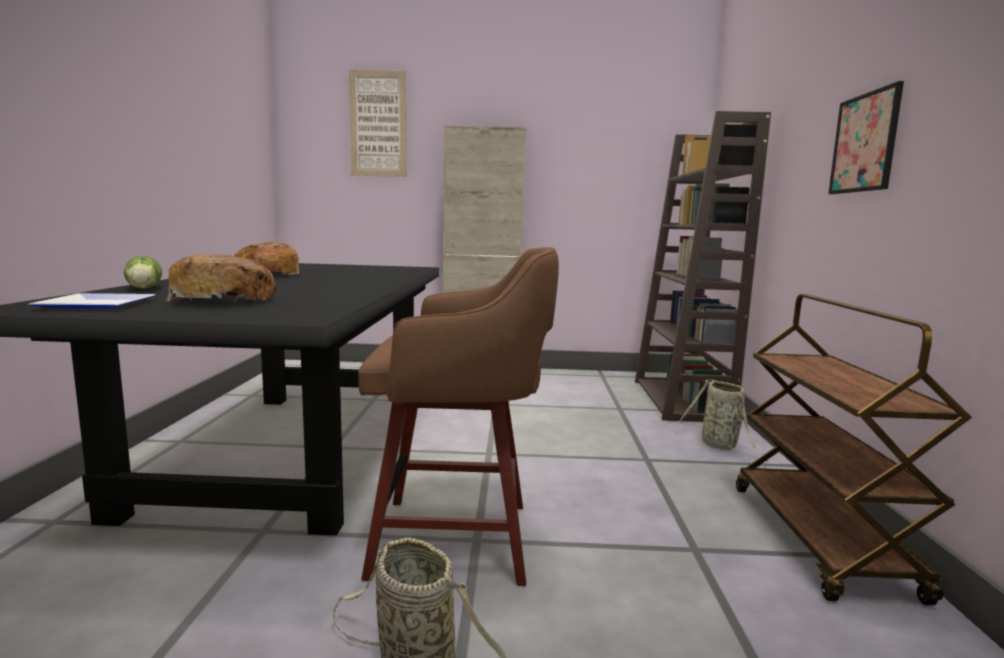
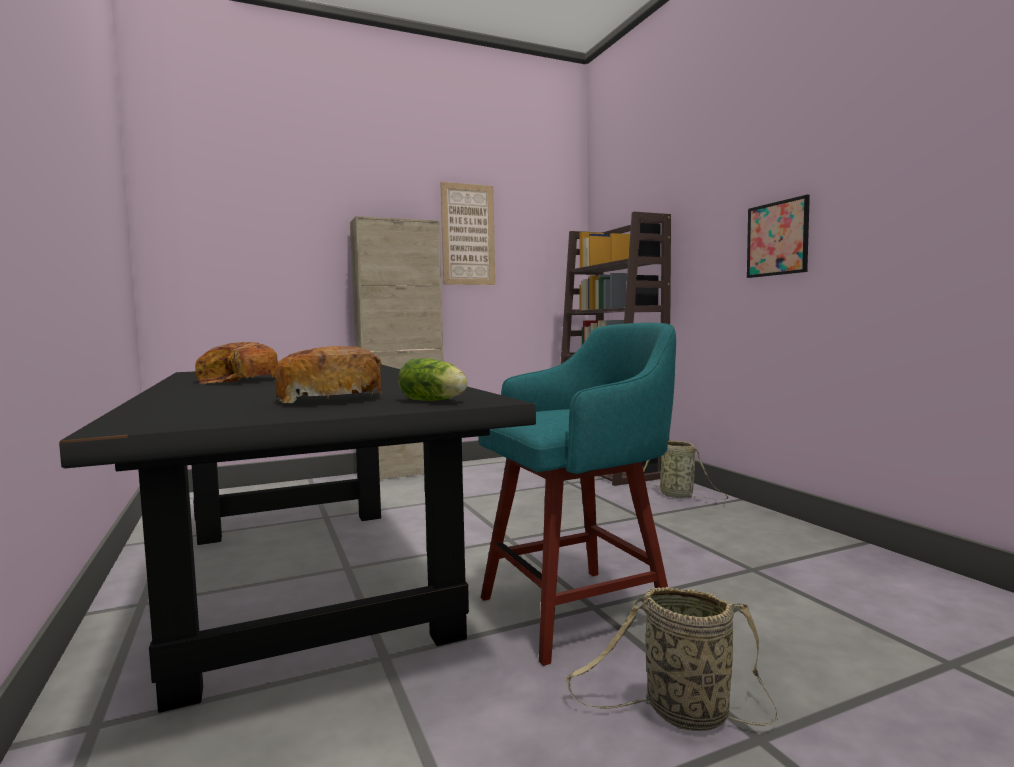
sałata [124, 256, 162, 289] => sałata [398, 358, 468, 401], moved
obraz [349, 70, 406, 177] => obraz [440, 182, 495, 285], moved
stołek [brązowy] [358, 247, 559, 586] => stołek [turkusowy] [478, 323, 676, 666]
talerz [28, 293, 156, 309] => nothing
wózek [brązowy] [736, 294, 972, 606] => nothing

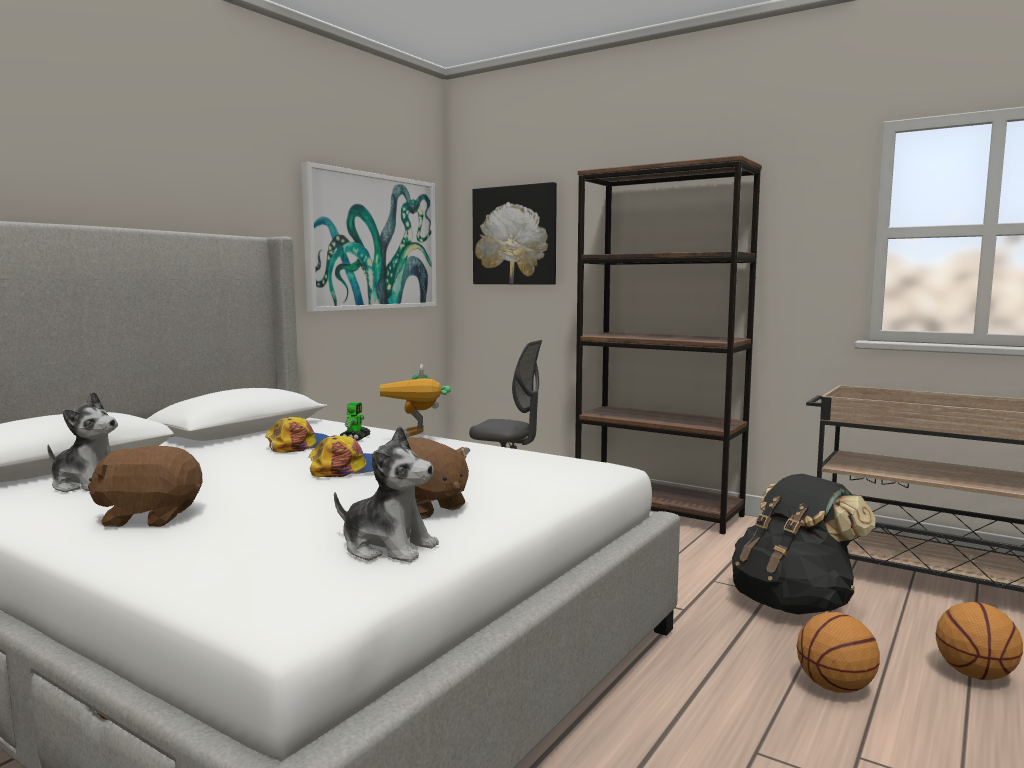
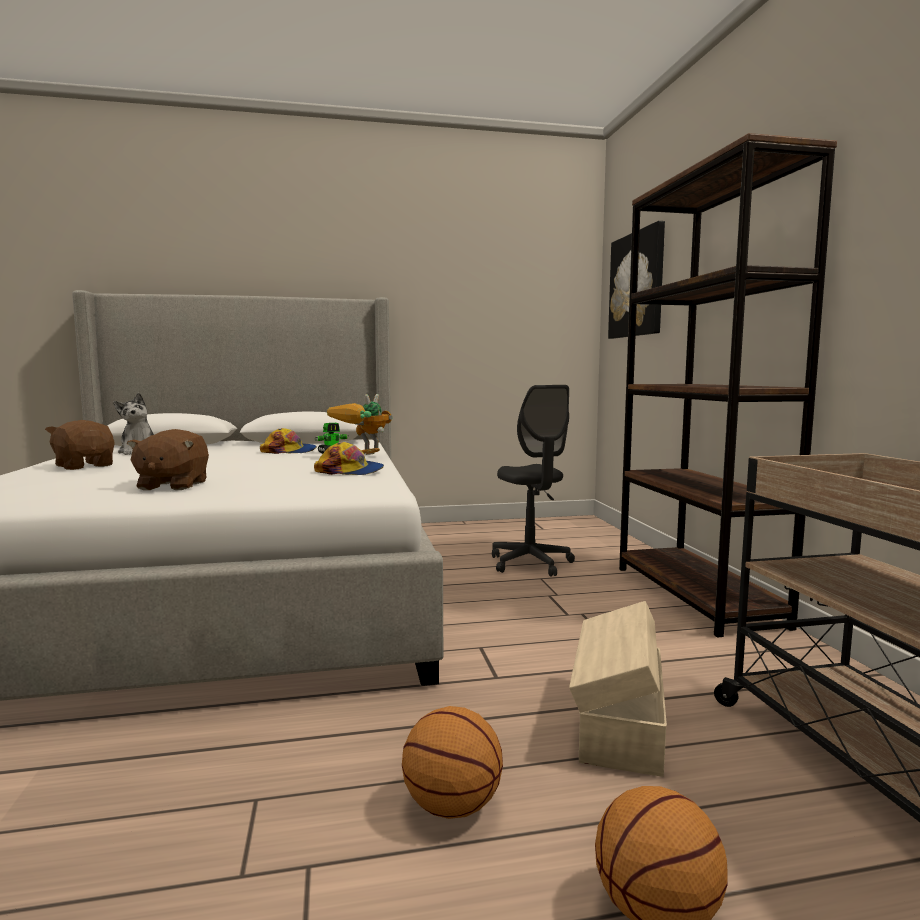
czapka z daszkiem [308, 435, 374, 477] => czapka z daszkiem [314, 442, 384, 475], moved
plecak [czarny] [732, 474, 875, 615] => pojemnik do przechowywania [beżowy] [569, 601, 667, 777]
obraz [301, 162, 437, 312] => nothing
pluszak [334, 426, 439, 562] => nothing

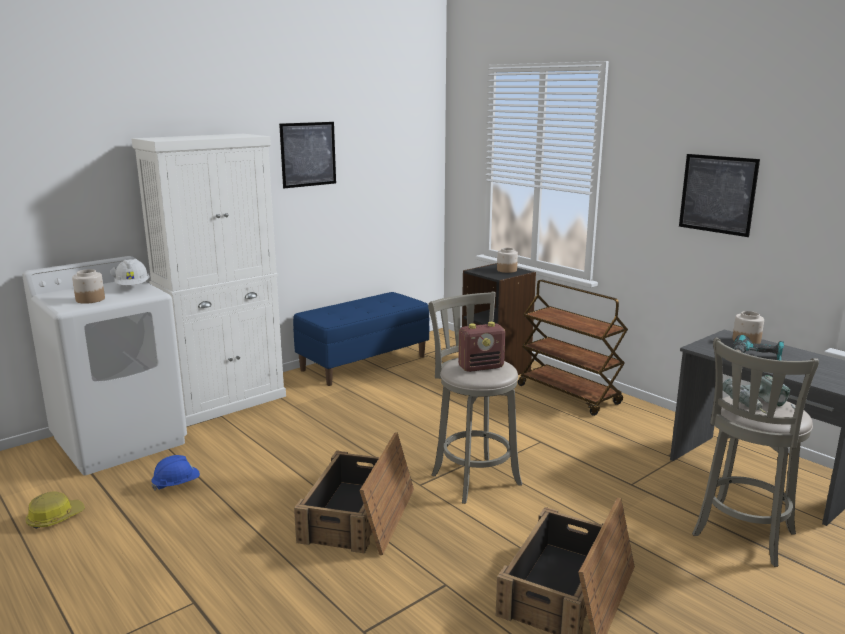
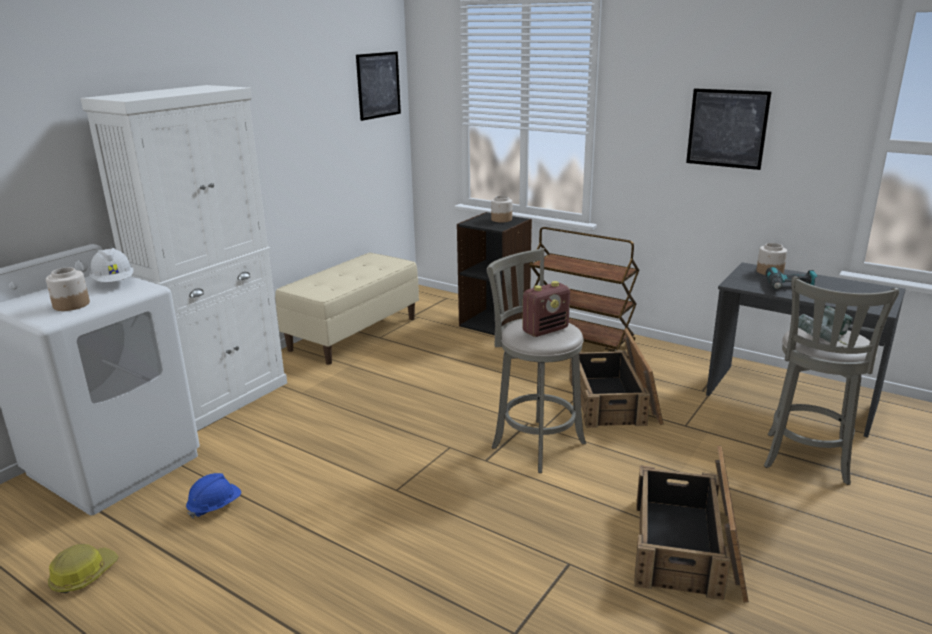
ławka [niebieski] [293, 292, 429, 386] => ławka [beżowy] [275, 253, 419, 365]
obraz [279, 122, 336, 188] => obraz [356, 52, 401, 121], moved
skrzynka [294, 433, 414, 555] => skrzynka [569, 328, 663, 428], moved

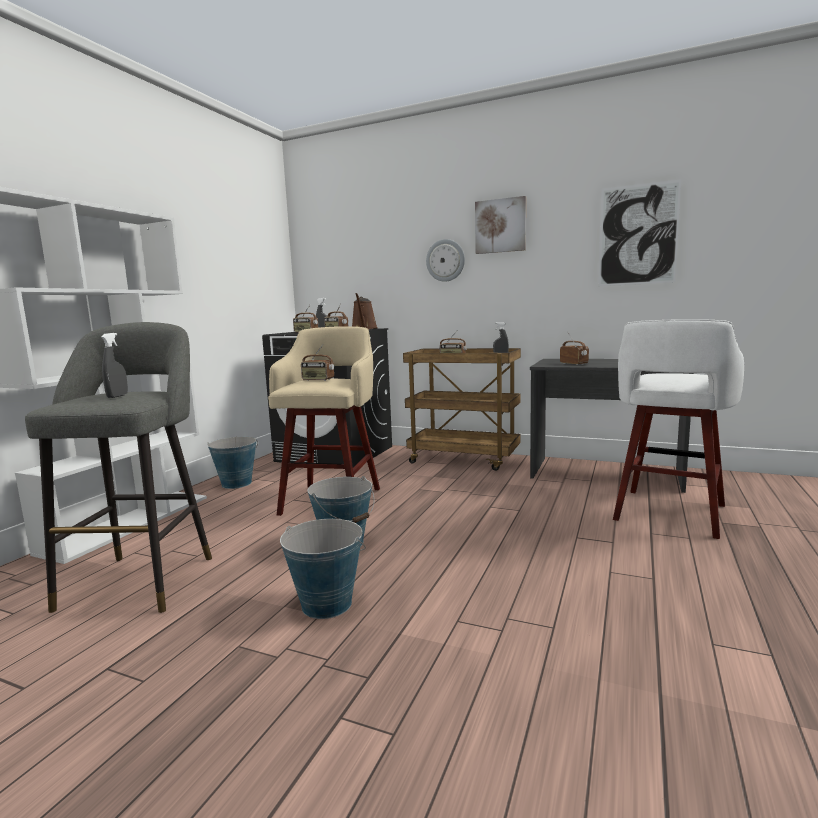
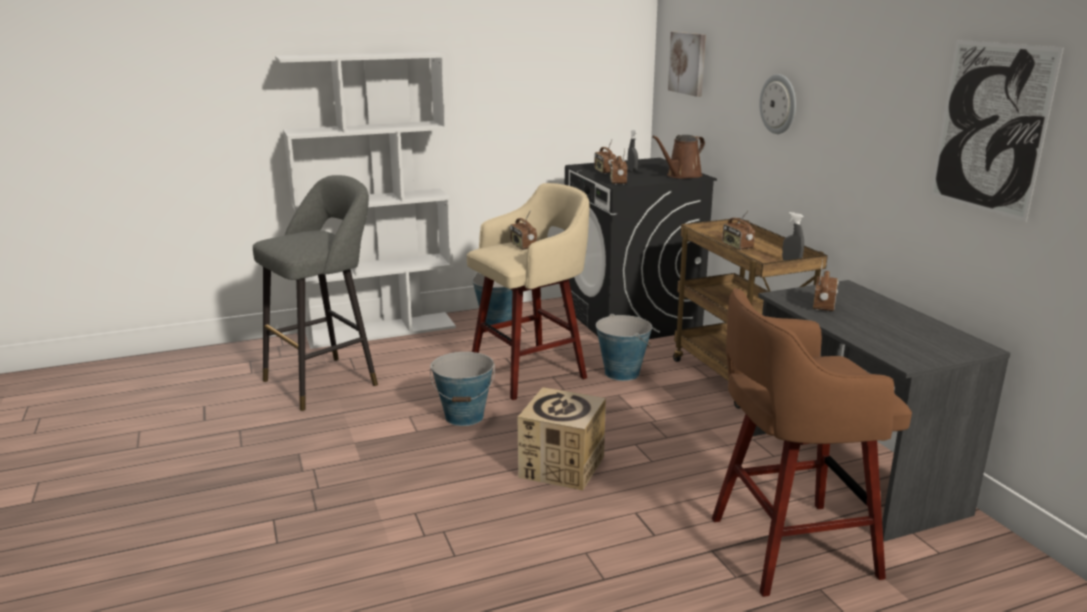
nothing => karton [518, 387, 606, 491]
wiadro [280, 519, 366, 619] => wiadro [596, 314, 652, 381], moved
obraz [475, 196, 526, 254] => obraz [668, 32, 706, 97], moved
stołek [biały] [613, 319, 744, 539] => stołek [brązowy] [712, 288, 912, 597]
spryskiwacz [szary] [101, 333, 128, 398] => nothing

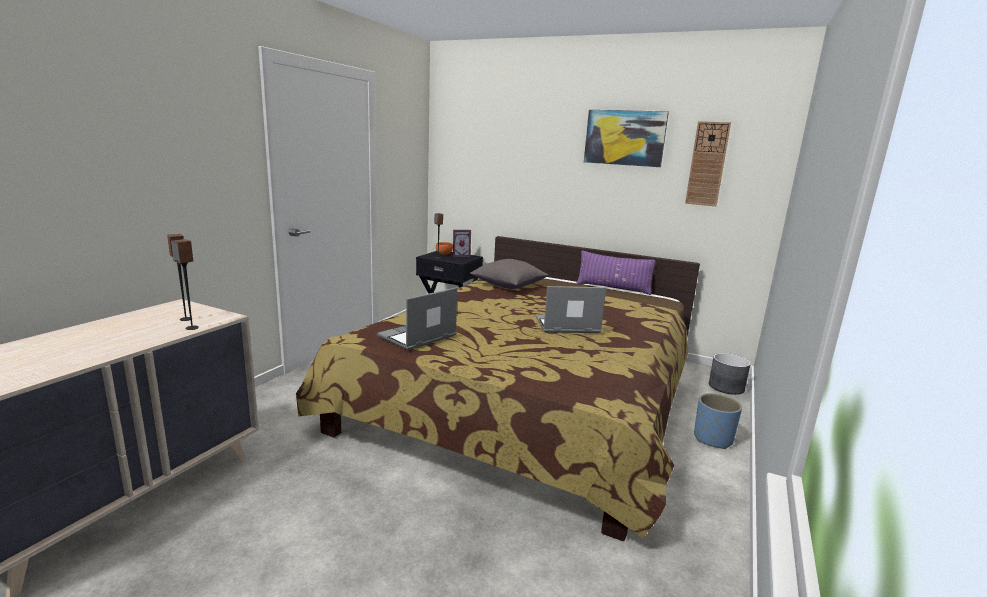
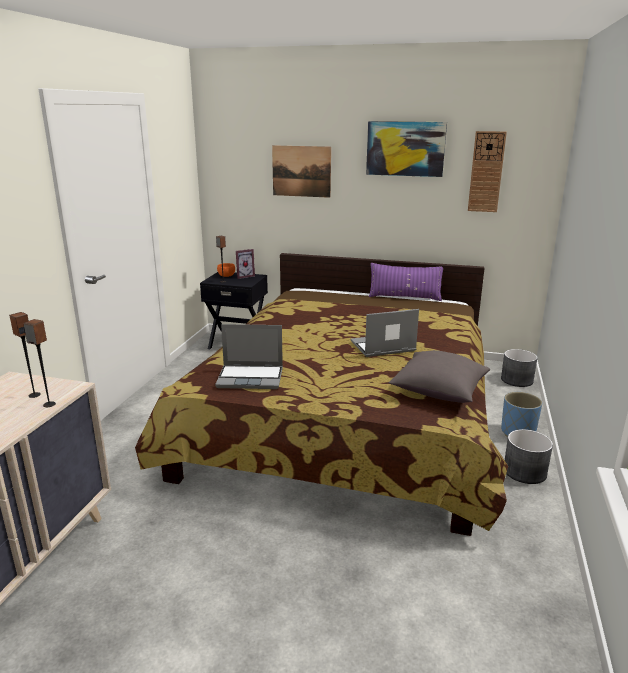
laptop [377, 287, 457, 350] => laptop [215, 324, 283, 389], 120 degrees counterclockwise
nothing => obraz [272, 145, 331, 198]
poduszka [szary] [470, 259, 548, 289] => poduszka [szary] [389, 350, 490, 403], moved
nothing => donica [szary] [505, 429, 553, 484]

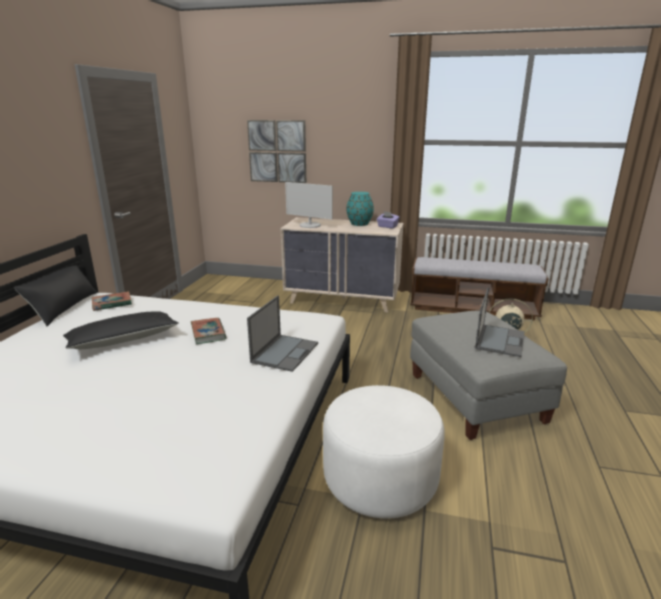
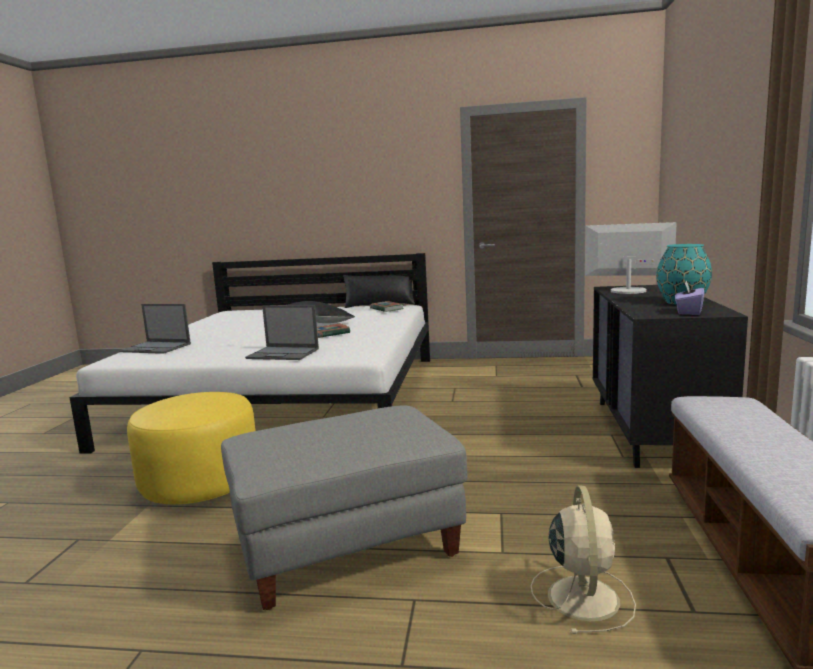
laptop [475, 288, 525, 357] => laptop [119, 304, 191, 354], moved
pufa [biały] [323, 385, 445, 518] => pufa [żółty] [127, 392, 256, 504]
monitor [285, 182, 333, 228] => monitor [585, 222, 677, 294], 90 degrees clockwise
komoda [beżowy] [280, 217, 403, 313] => komoda [czarny] [593, 285, 748, 468]
obraz [247, 120, 306, 183] => nothing

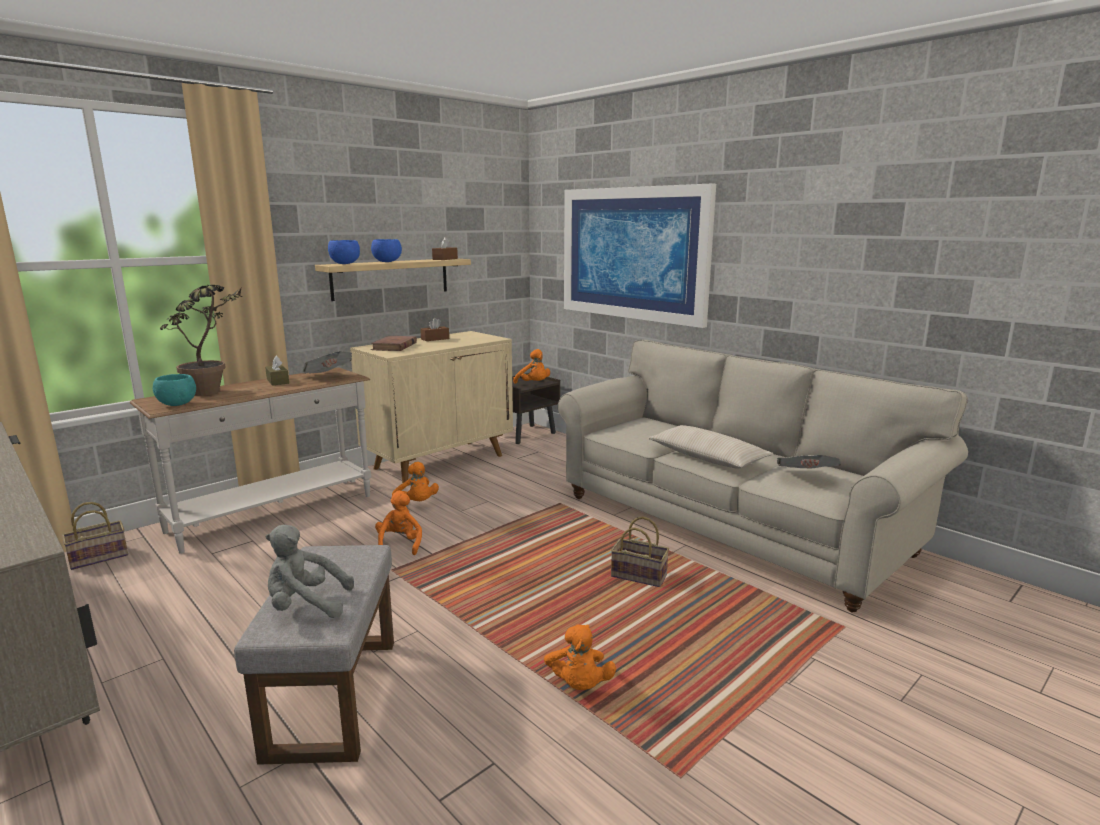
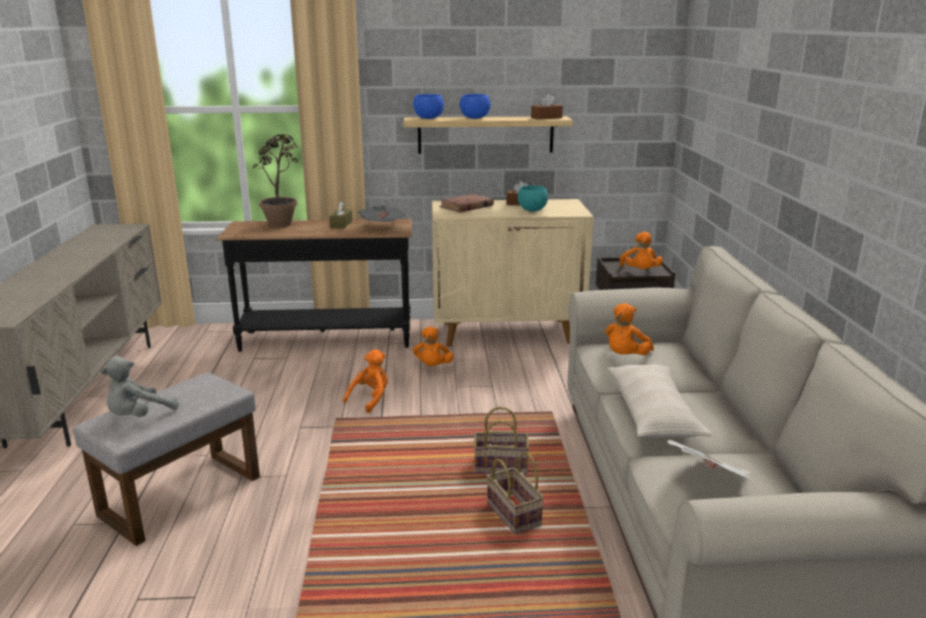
pluszak [szary] [265, 525, 354, 618] => pluszak [szary] [100, 356, 179, 417], 90 degrees counterclockwise
stolik konsolowy [biały] [130, 367, 371, 554] => stolik konsolowy [czarny] [216, 219, 412, 352]
koszyk [62, 502, 128, 570] => koszyk [474, 407, 529, 474], moved
miska [turkusowy] [153, 374, 196, 406] => miska [turkusowy] [518, 185, 548, 211], moved
pluszak [pomarańczowy] [544, 625, 616, 690] => pluszak [pomarańczowy] [605, 303, 654, 355], moved
obraz [564, 183, 716, 328] => nothing

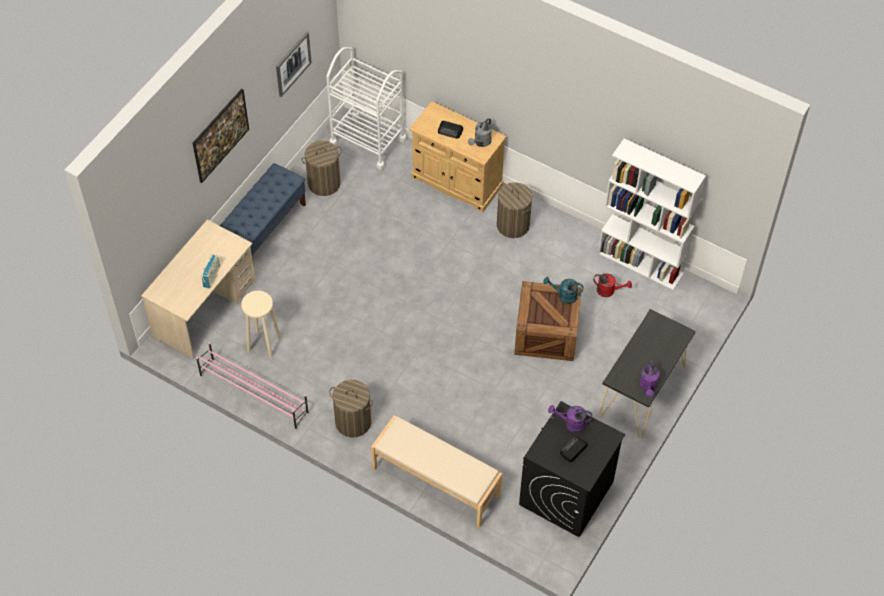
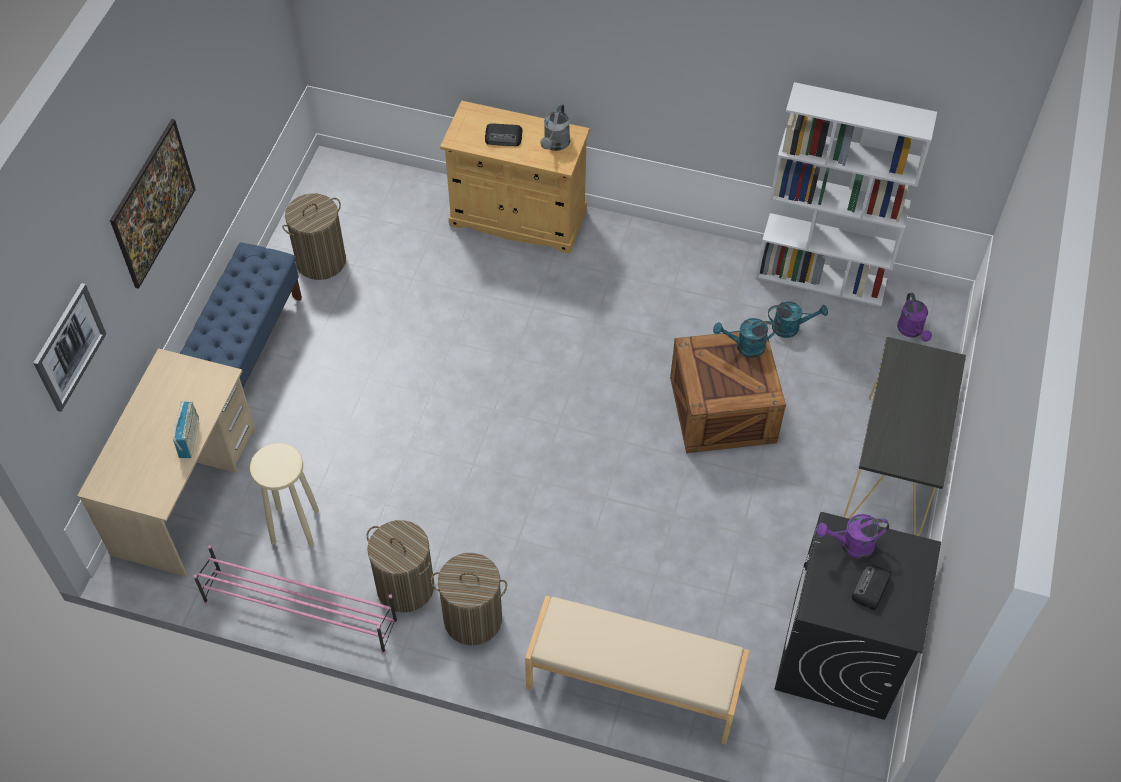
obraz [276, 32, 312, 97] => obraz [33, 283, 106, 412], moved
kosz na pranie [497, 182, 532, 238] => kosz na pranie [367, 520, 434, 612], moved
konewka [czerwony] [593, 273, 632, 297] => konewka [turkusowy] [768, 301, 828, 338]
konewka [fioletowy] [640, 360, 660, 397] => konewka [fioletowy] [897, 293, 932, 342], moved
wózek [biały] [326, 47, 406, 170] => nothing

